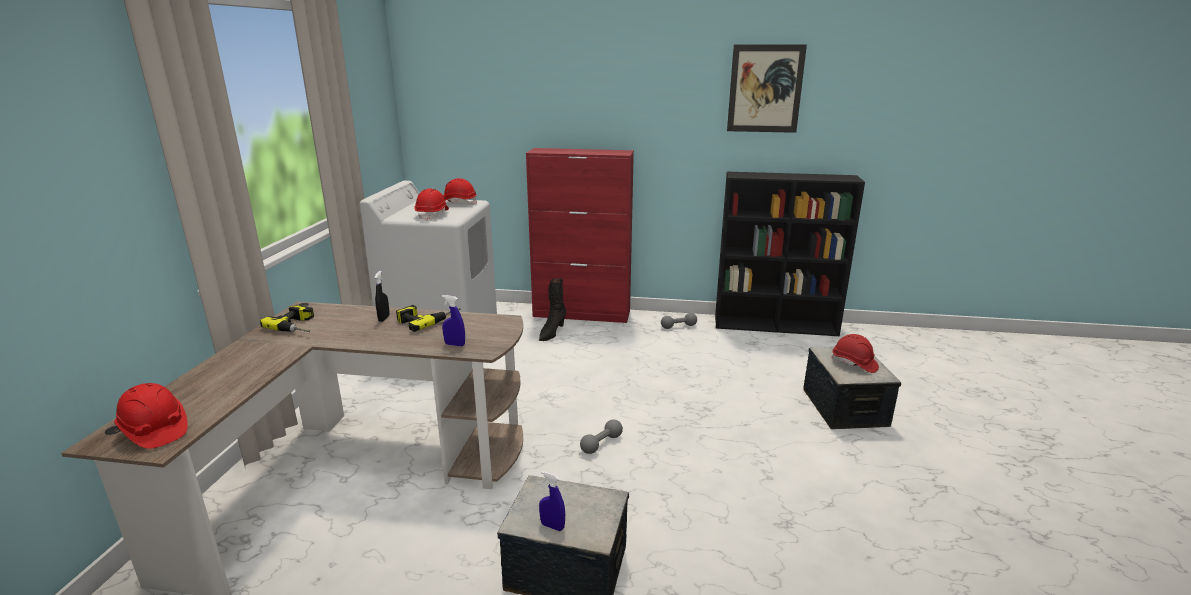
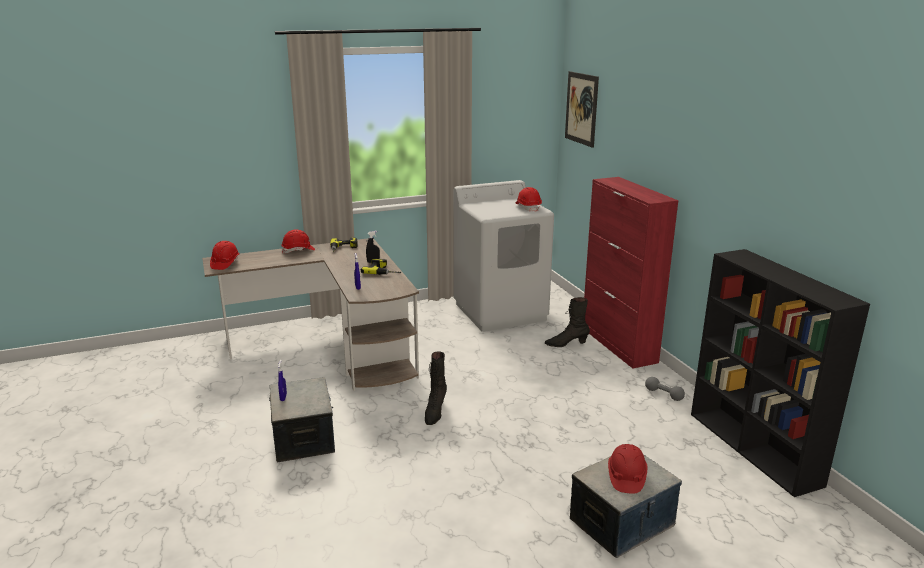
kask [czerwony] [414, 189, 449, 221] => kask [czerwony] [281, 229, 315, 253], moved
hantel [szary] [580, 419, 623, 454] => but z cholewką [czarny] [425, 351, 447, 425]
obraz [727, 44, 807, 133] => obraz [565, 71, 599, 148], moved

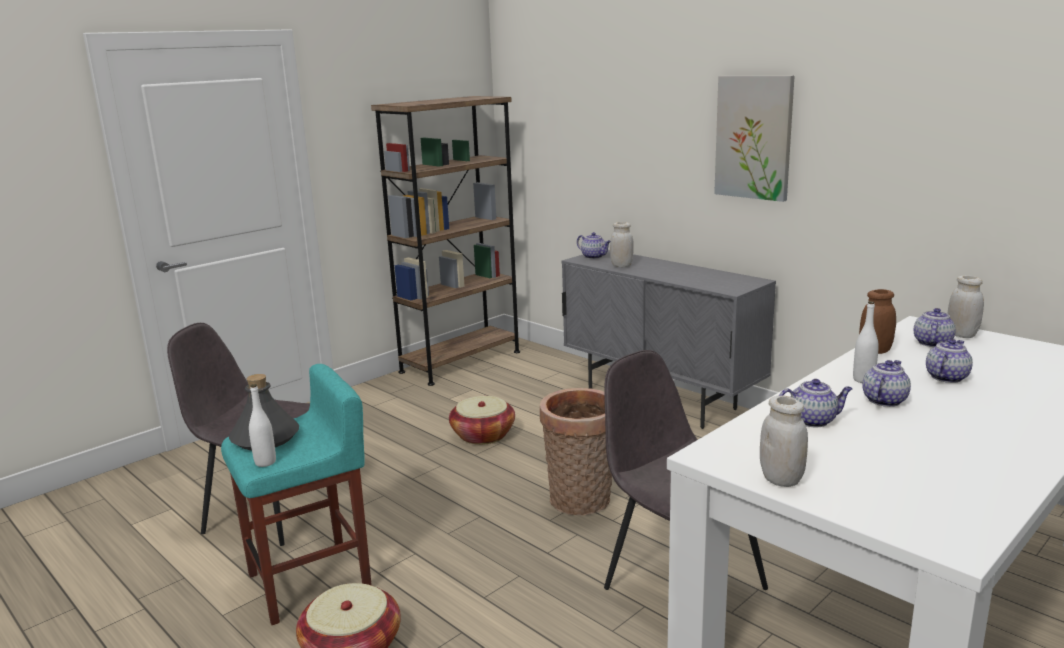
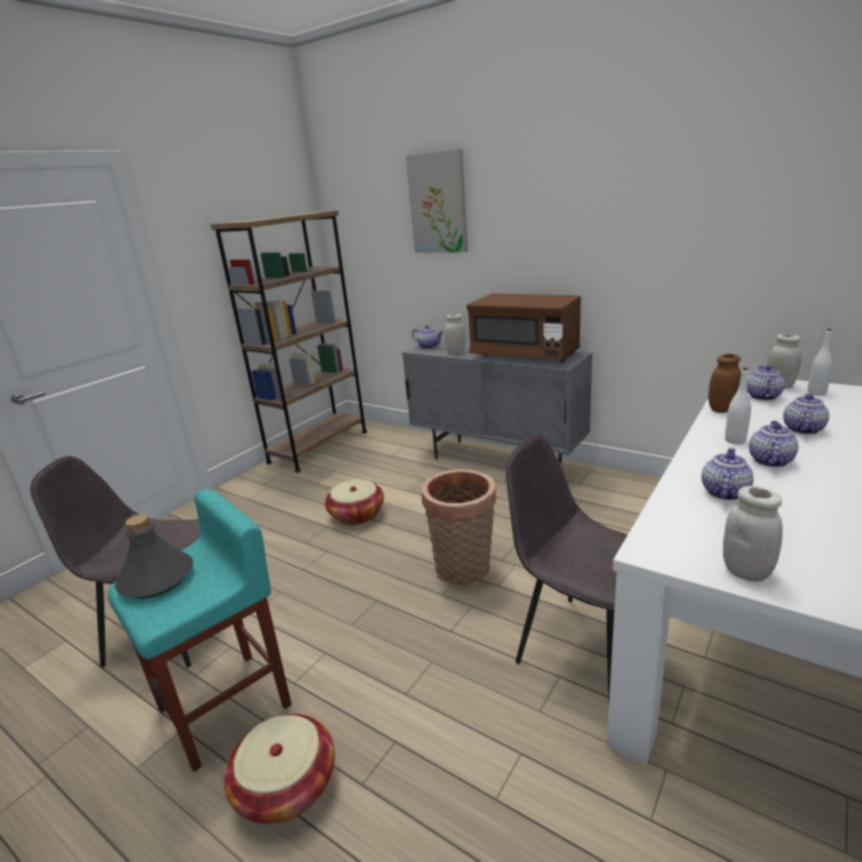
obraz [714, 76, 794, 202] => obraz [406, 149, 468, 253], moved
nothing => mikrofalówka [brązowy] [467, 293, 581, 362]
imbryk [779, 379, 853, 427] => imbryk [702, 448, 754, 500], 45 degrees counterclockwise
butelka [biały] [249, 384, 276, 467] => butelka [biały] [808, 329, 833, 396], moved

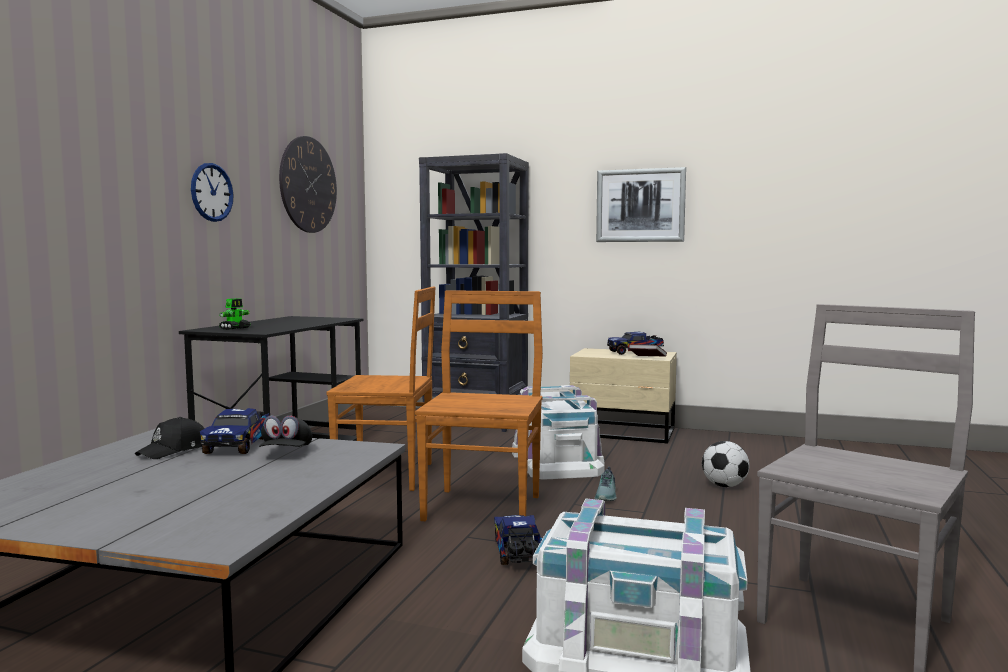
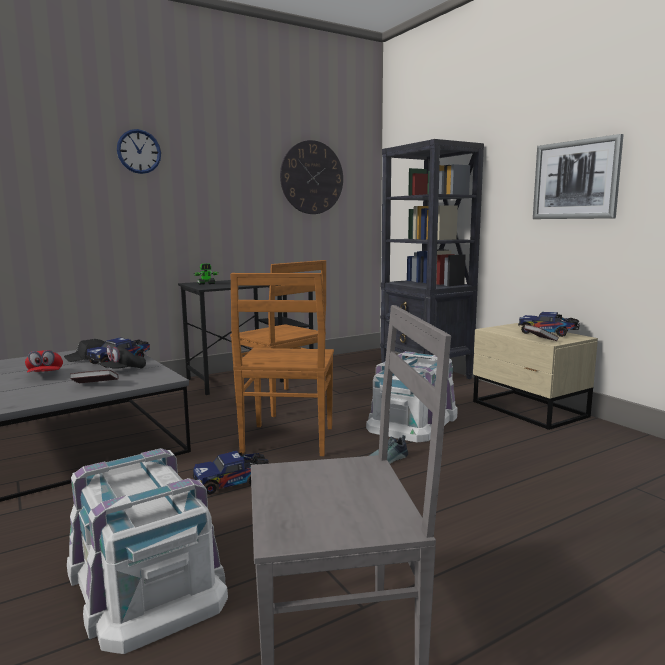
nothing => czapka z daszkiem [czerwony] [25, 350, 63, 373]
nothing => książka [70, 370, 118, 383]
zegar ścienny [191, 163, 234, 222] => zegar ścienny [117, 129, 161, 174], moved
ciężarówka zabawkowa [494, 515, 542, 565] => ciężarówka zabawkowa [193, 451, 269, 495], 150 degrees counterclockwise
krzesło [brązowy] [415, 290, 543, 521] => krzesło [brązowy] [230, 273, 334, 456], 135 degrees clockwise
piłka futbolowa [702, 441, 749, 487] => nothing

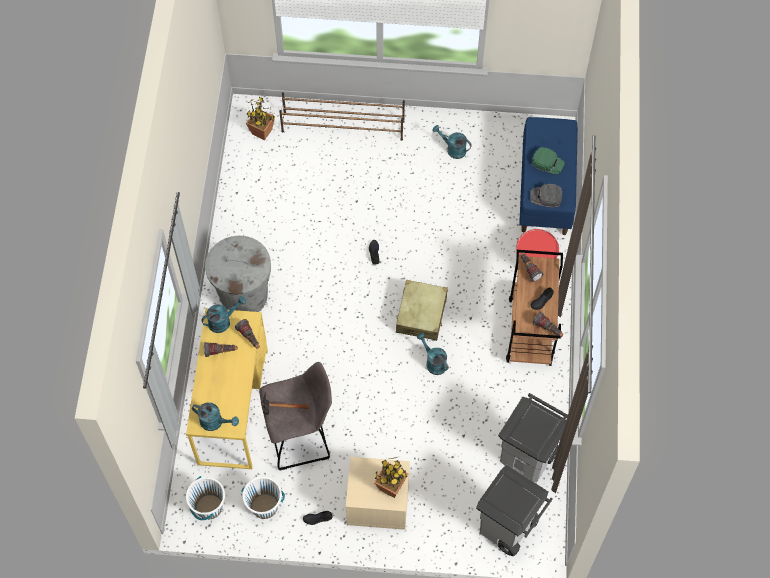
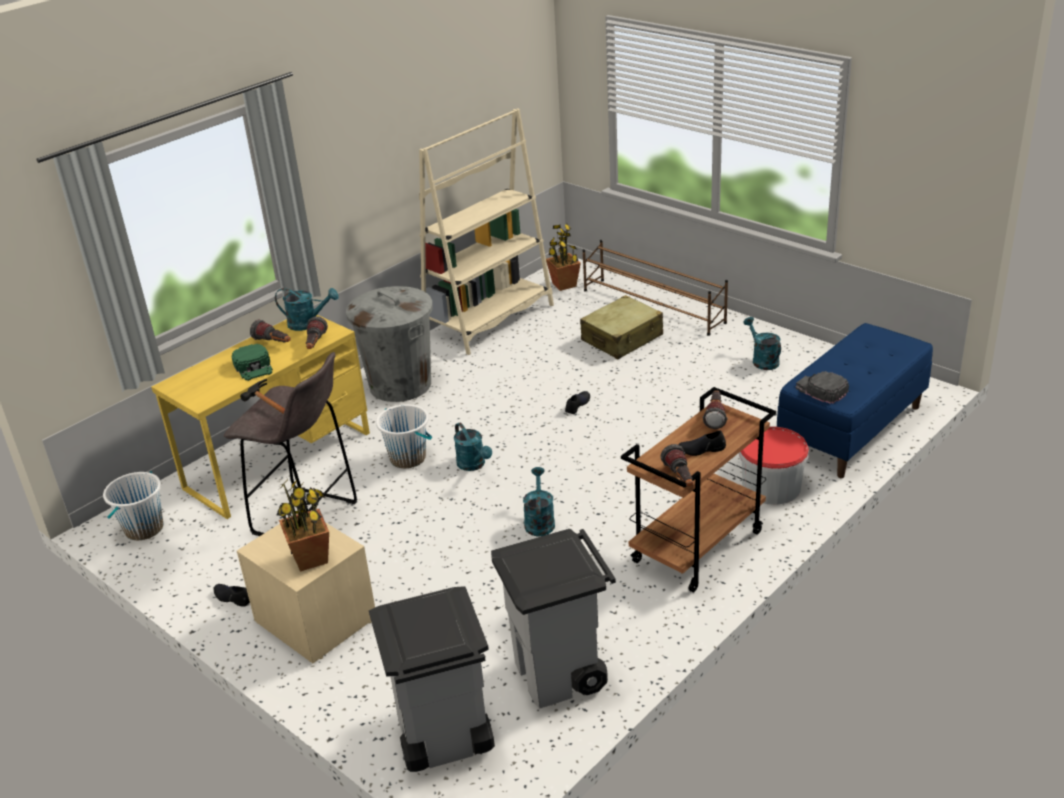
czapka z daszkiem [zielony] [532, 147, 565, 175] => czapka z daszkiem [zielony] [232, 344, 273, 381], moved
wiadro [biały] [241, 477, 285, 519] => wiadro [biały] [376, 404, 432, 468], moved
nothing => regał [beżowy] [419, 109, 554, 355]
konewka [turkusowy] [192, 402, 239, 431] => konewka [turkusowy] [454, 422, 492, 471], moved
walizka [beżowy] [396, 280, 448, 341] => walizka [beżowy] [580, 295, 663, 359], moved

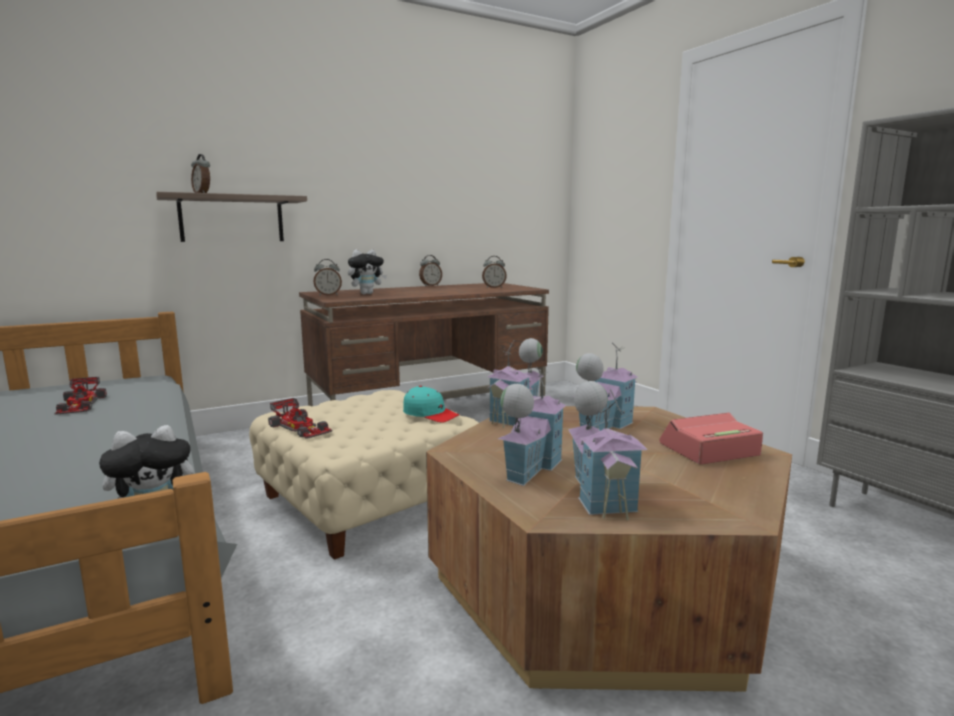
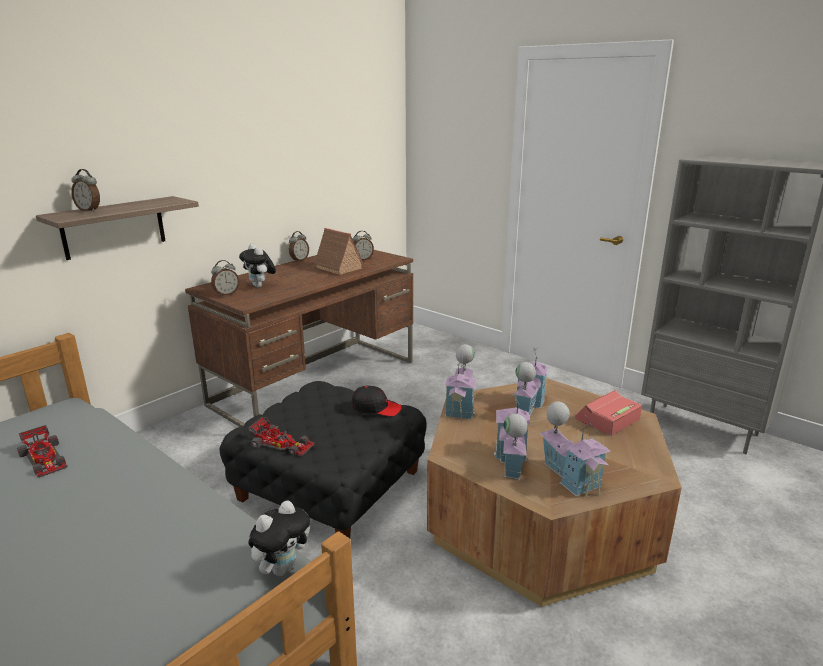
pufa [beżowy] [249, 390, 478, 560] => pufa [czarny] [220, 381, 427, 538]
pluszak [348, 250, 387, 294] => pluszak [239, 244, 276, 288], 105 degrees clockwise
nothing => domek [312, 228, 364, 275]
czapka z daszkiem [turkusowy] [403, 386, 459, 423] => czapka z daszkiem [czarny] [352, 386, 402, 416]

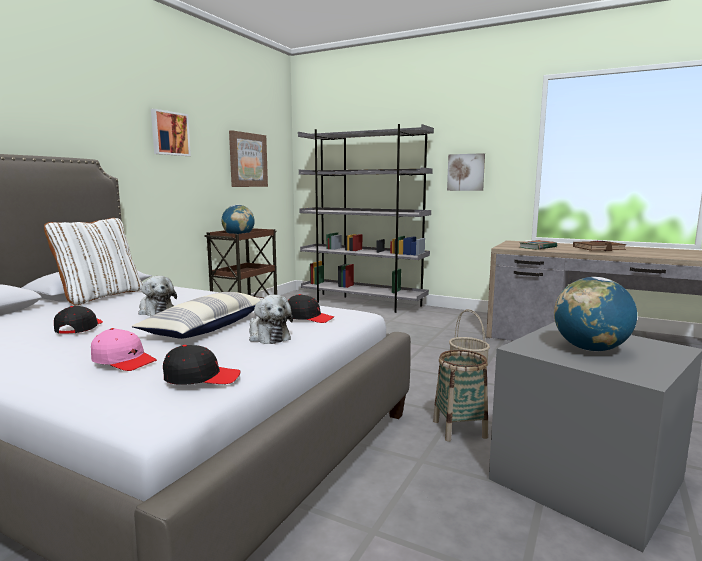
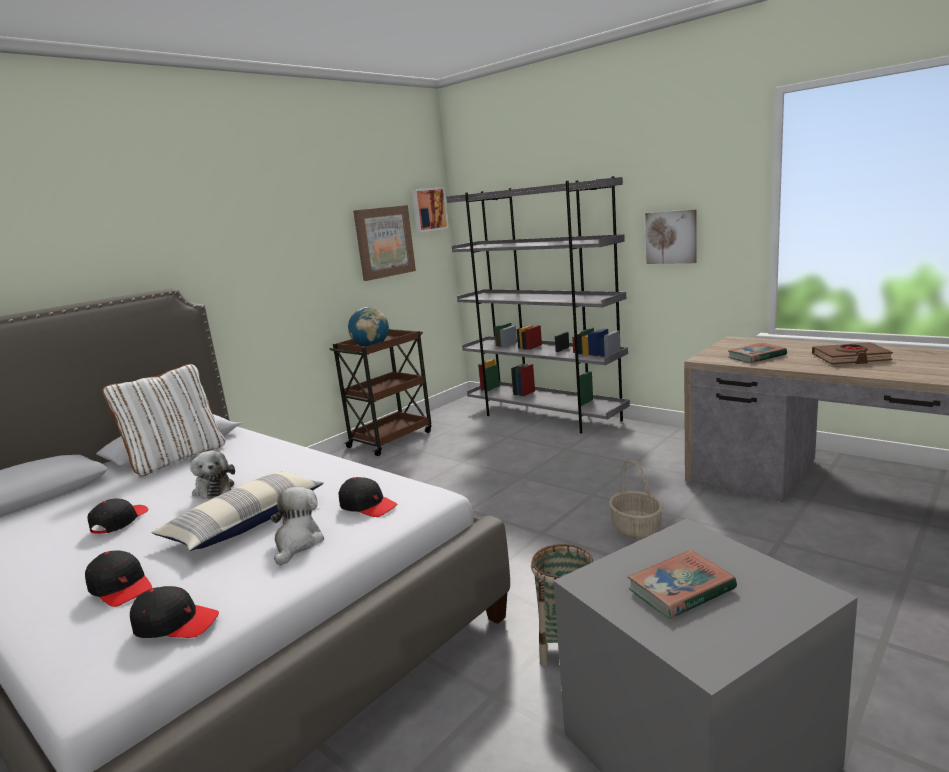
czapka z daszkiem [różowy] [91, 328, 157, 371] => czapka z daszkiem [czarny] [85, 550, 152, 607]
pluszak [249, 295, 293, 344] => pluszak [271, 487, 324, 566], 150 degrees counterclockwise
obraz [151, 109, 191, 156] => obraz [412, 187, 449, 233], moved
globus [554, 277, 637, 352] => książka [628, 550, 737, 619]

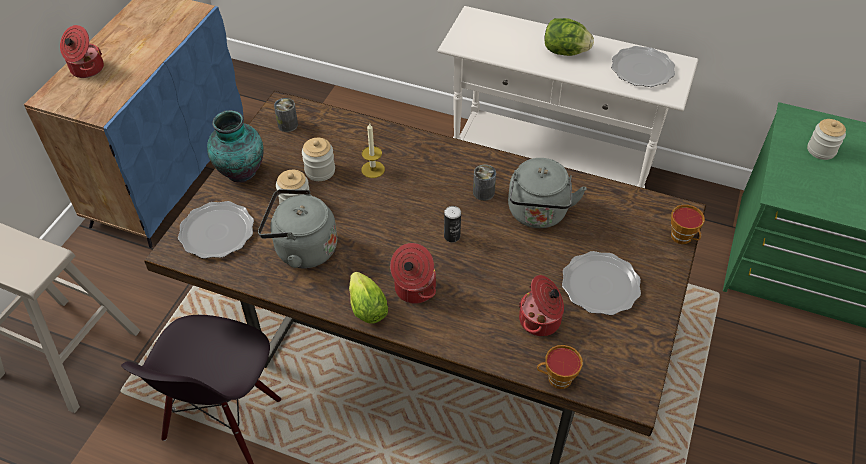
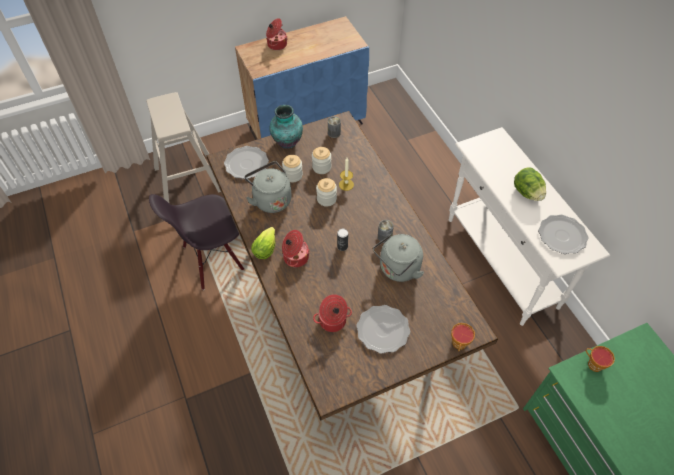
słoik [807, 119, 846, 160] => słoik [316, 178, 337, 207], moved
filiżanka [537, 345, 583, 389] => filiżanka [586, 346, 615, 372], moved

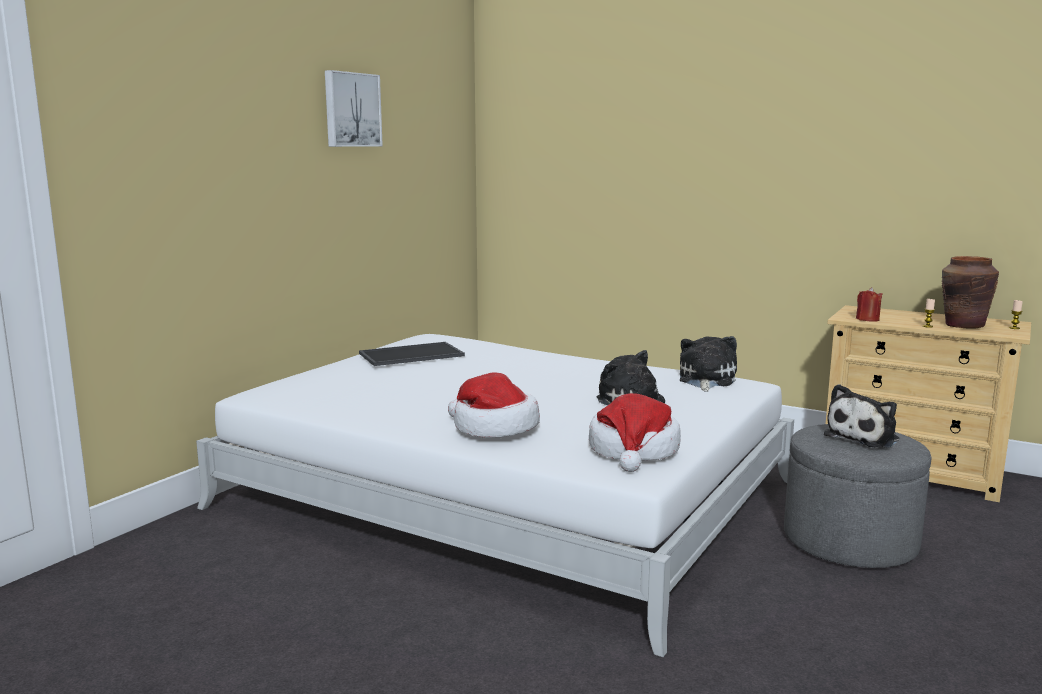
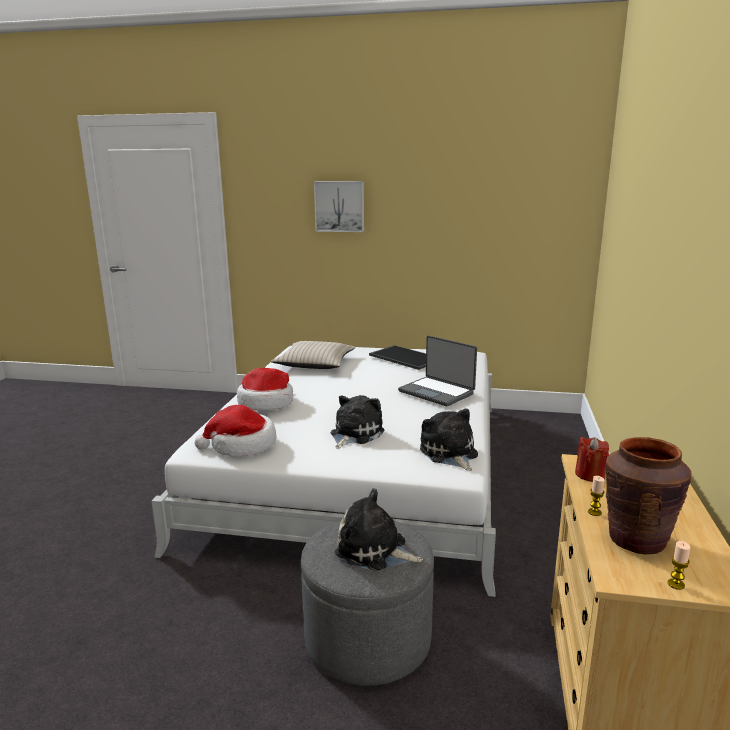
nothing => poduszka [beżowy] [271, 341, 356, 369]
obraz [325, 70, 383, 147] => obraz [314, 181, 364, 232], moved
nothing => laptop [398, 336, 477, 406]
pluszak [680, 336, 737, 392] => pluszak [420, 408, 478, 471], 105 degrees counterclockwise

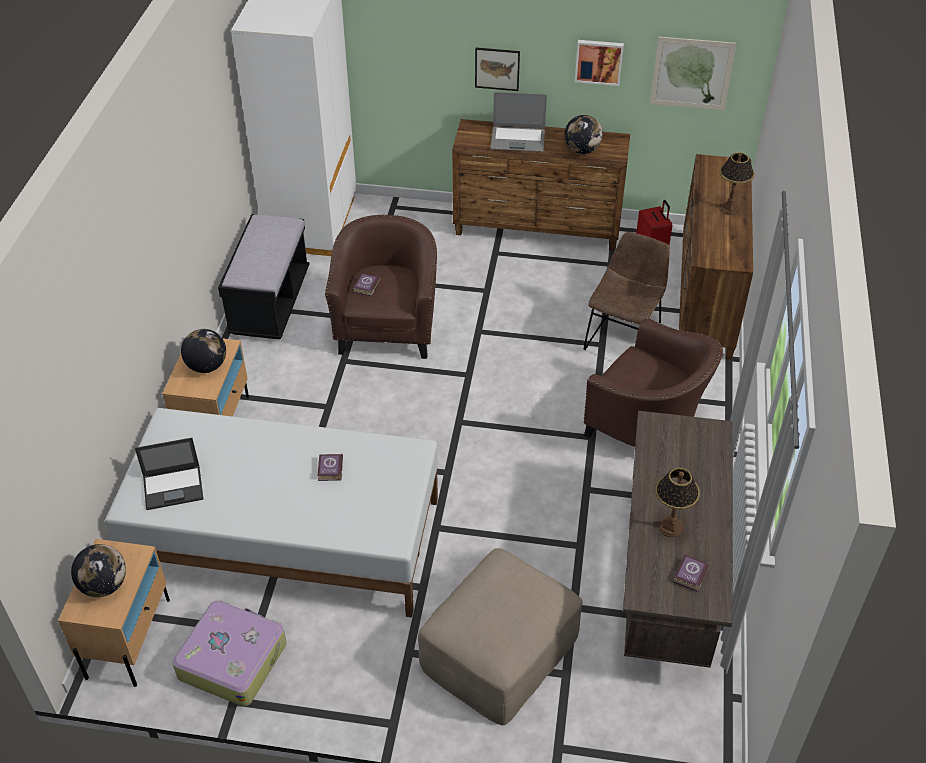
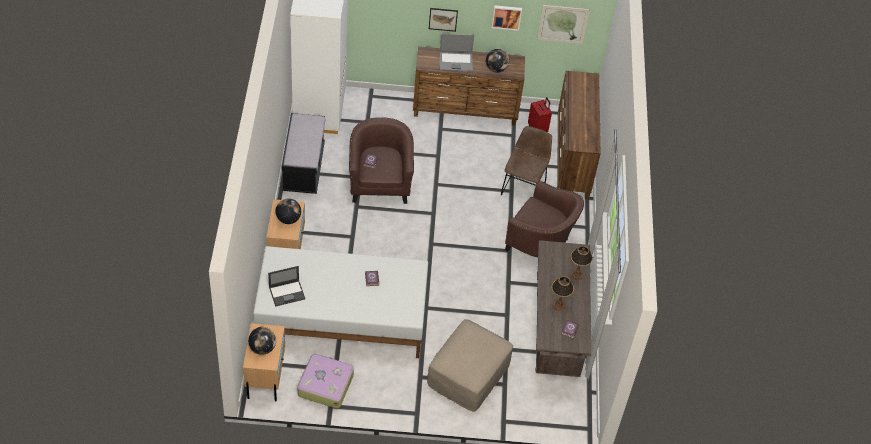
lampa stołowa [719, 152, 755, 215] => lampa stołowa [570, 246, 593, 280], moved

